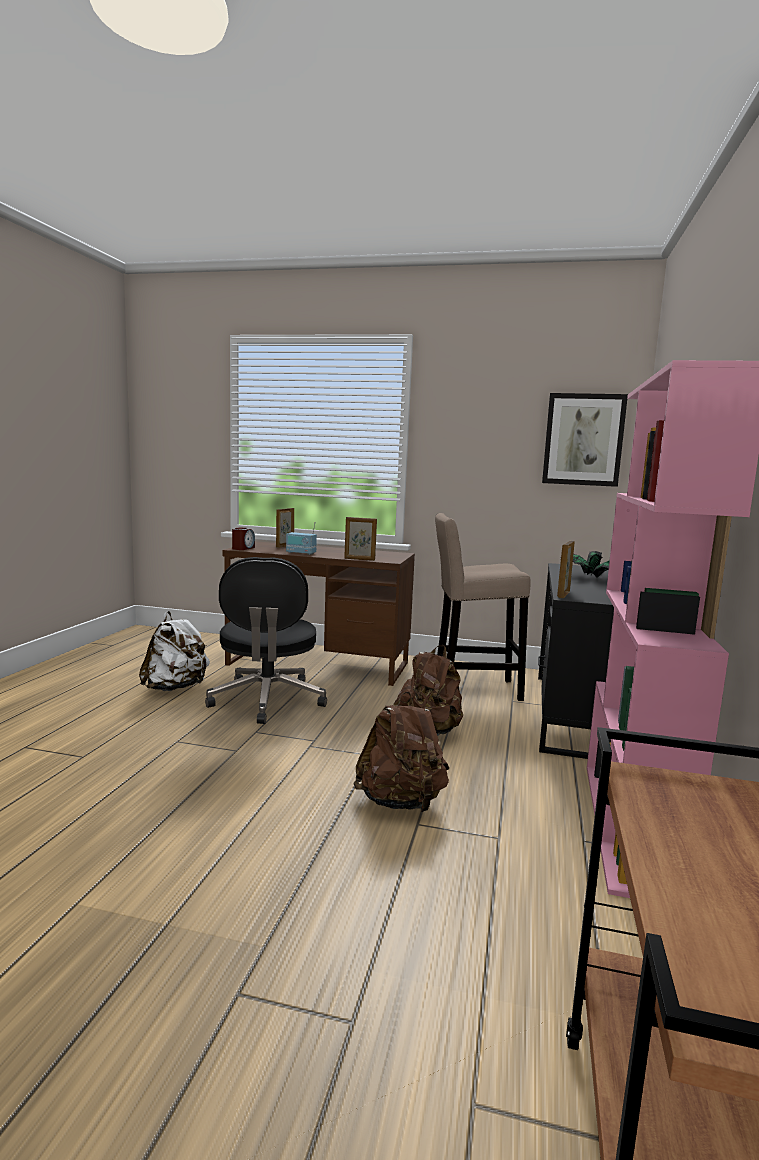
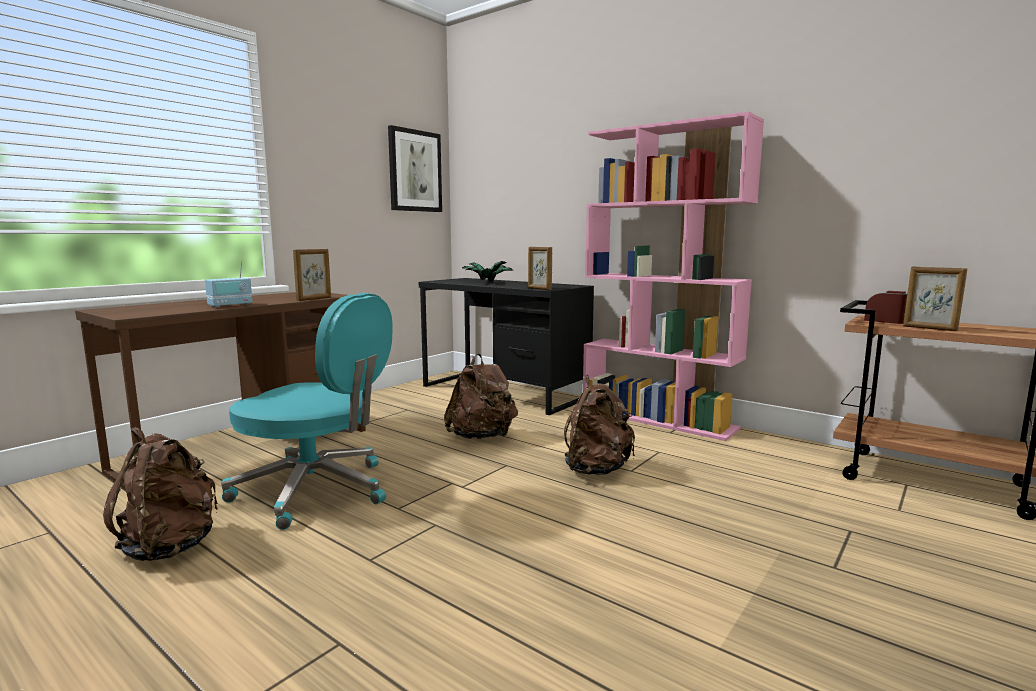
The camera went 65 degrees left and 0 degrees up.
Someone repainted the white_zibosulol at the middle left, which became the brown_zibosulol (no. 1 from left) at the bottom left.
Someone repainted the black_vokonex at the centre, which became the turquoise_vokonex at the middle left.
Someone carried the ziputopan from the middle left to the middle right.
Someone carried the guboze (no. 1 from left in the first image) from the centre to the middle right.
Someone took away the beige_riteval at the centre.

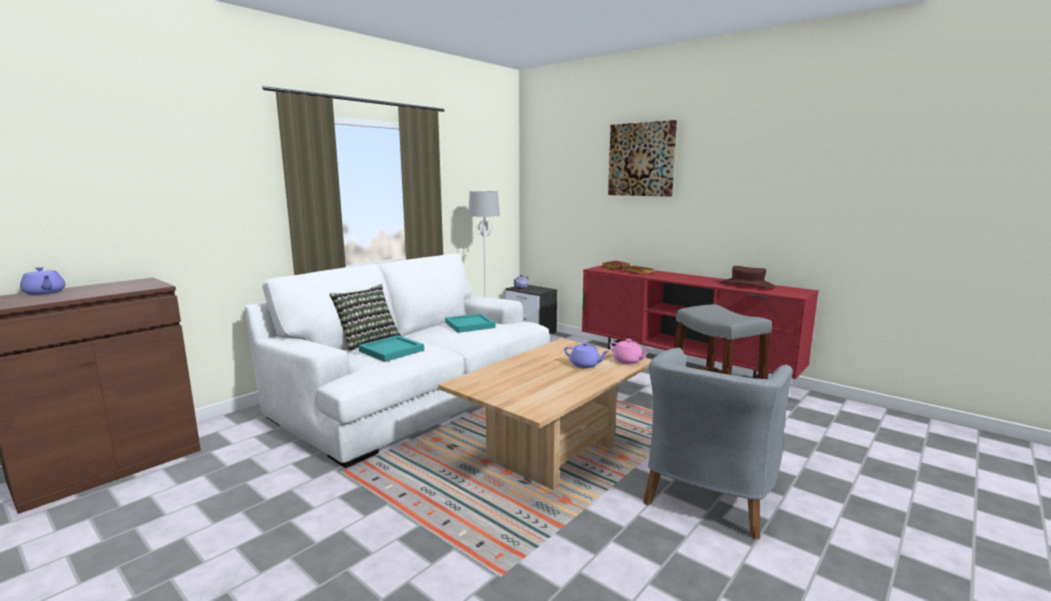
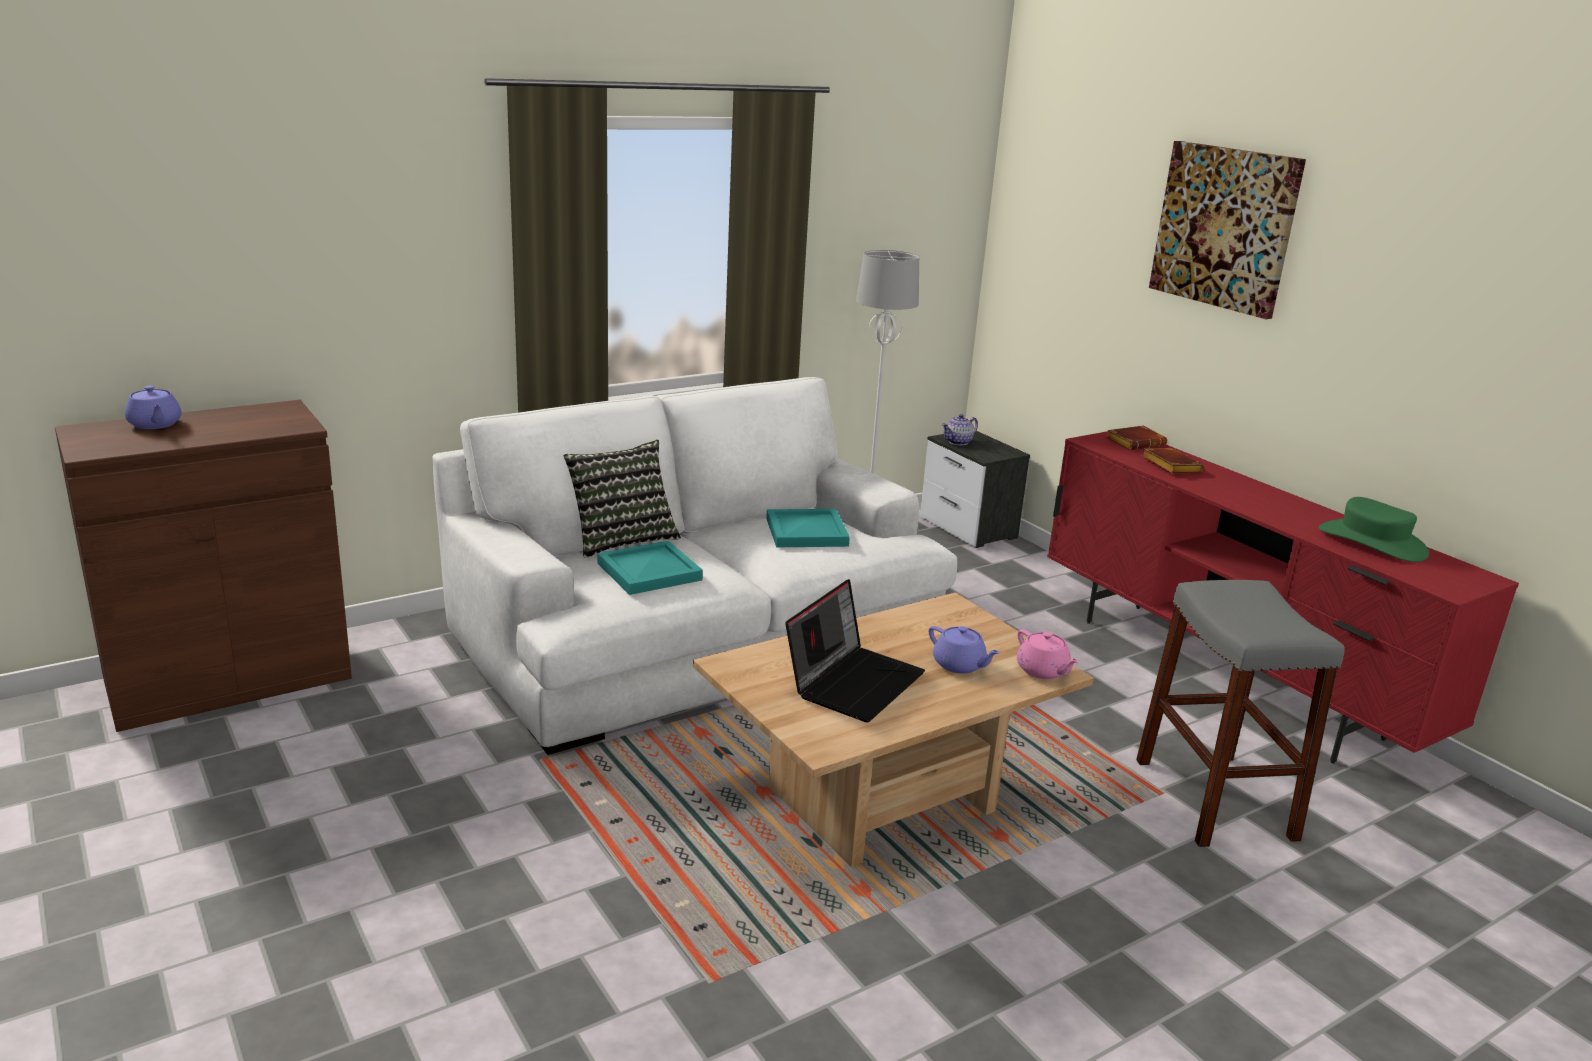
The camera went 15 degrees right and 10 degrees up.
Someone put down the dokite at the centre.
Someone repainted the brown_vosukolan at the middle right, which became the green_vosukolan at the middle right.
Someone took away the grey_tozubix at the bottom right.

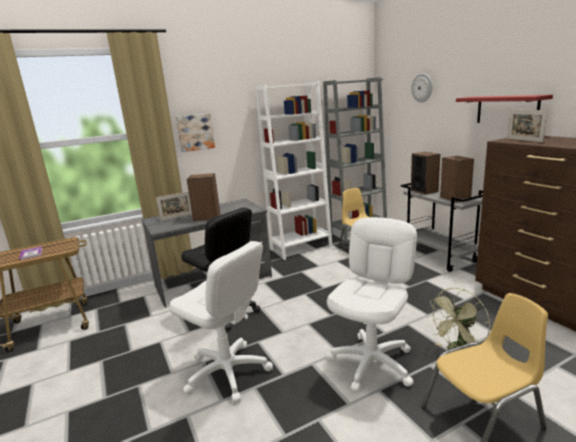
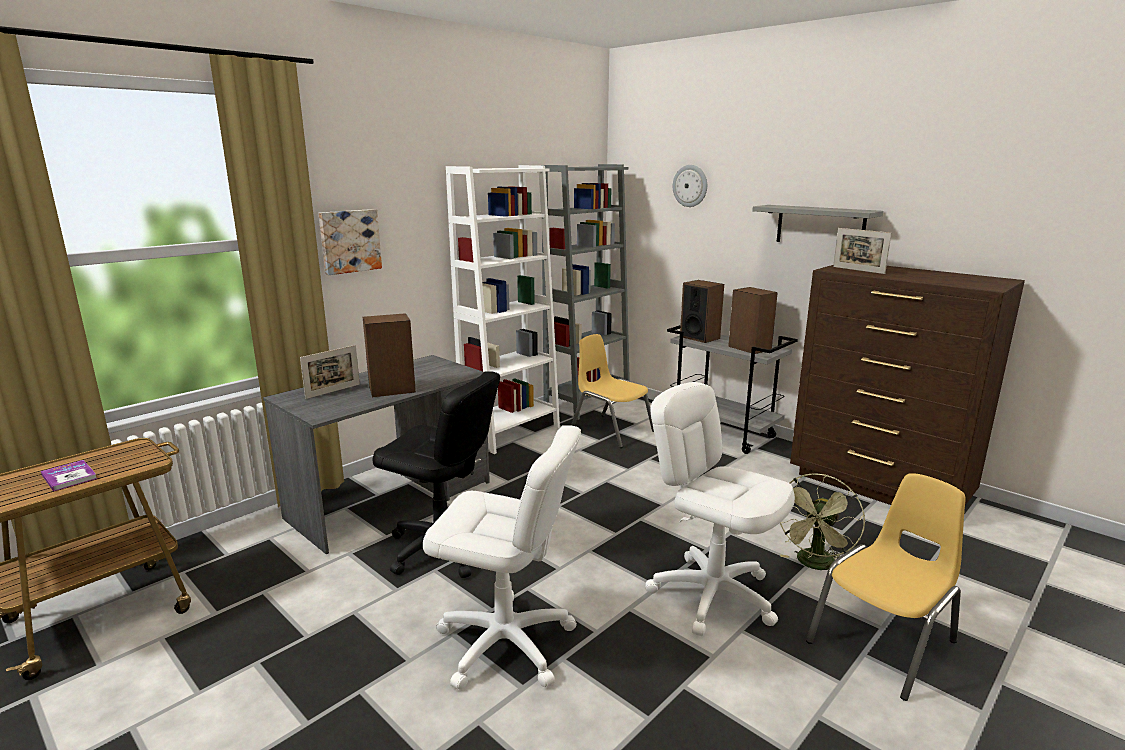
The camera went 20 degrees left and 0 degrees up.
Someone rotated the white_vokonex (no. 2 from left) at the bottom centre by 60 degrees counterclockwise.
Someone repainted the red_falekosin at the top right, which became the grey_falekosin at the top right.

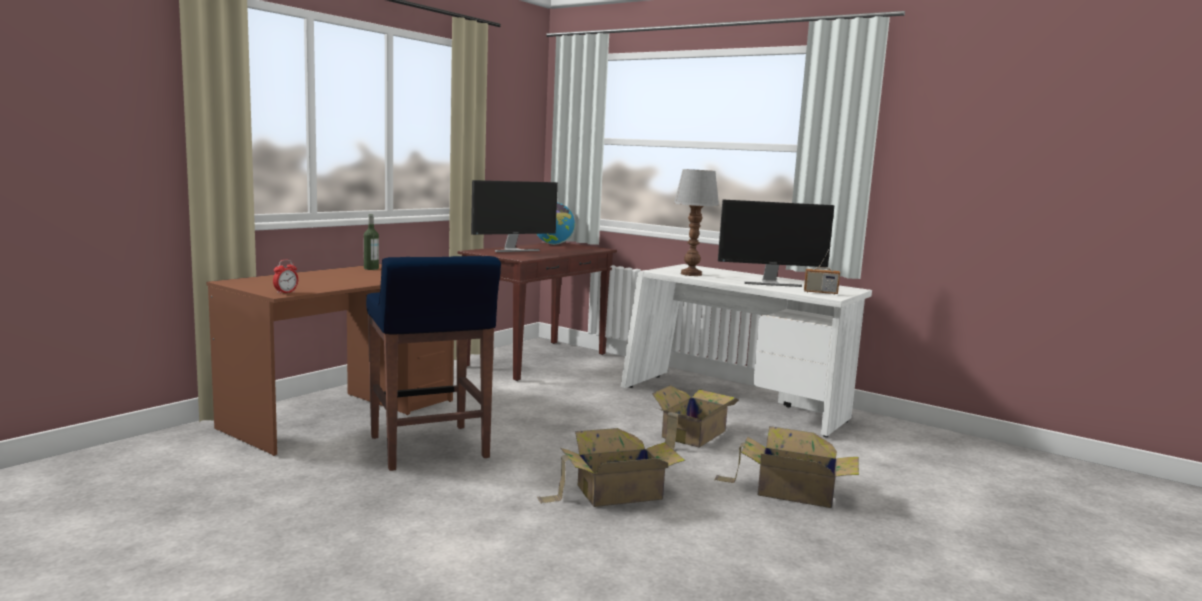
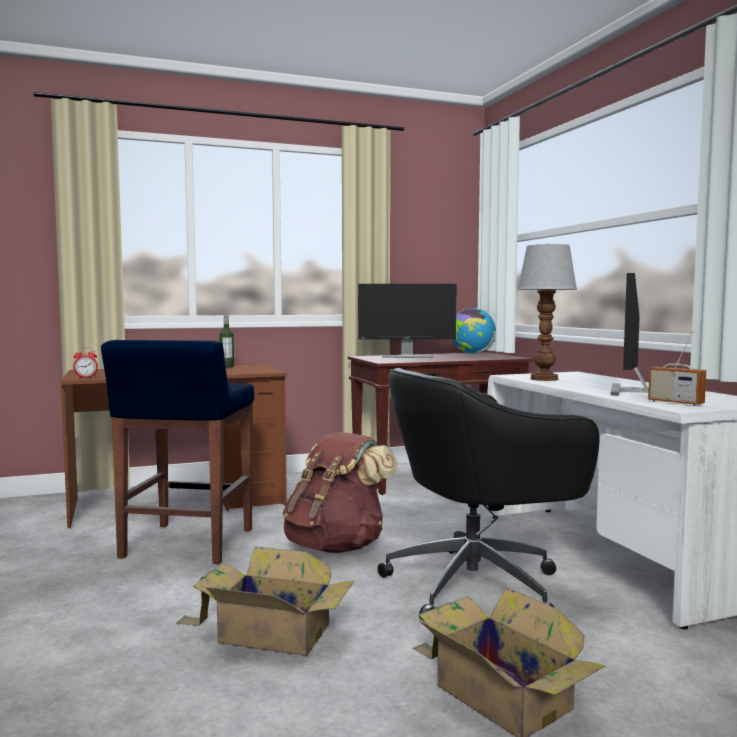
The camera went 35 degrees right and 5 degrees down.
Someone put down the brown_zibosulol at the bottom centre.
Someone swapped the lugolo (no. 2 from left) at the bottom centre for the black_vokonex at the bottom centre.
Someone rotated the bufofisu (no. 2 from left) at the centre by 75 degrees clockwise.

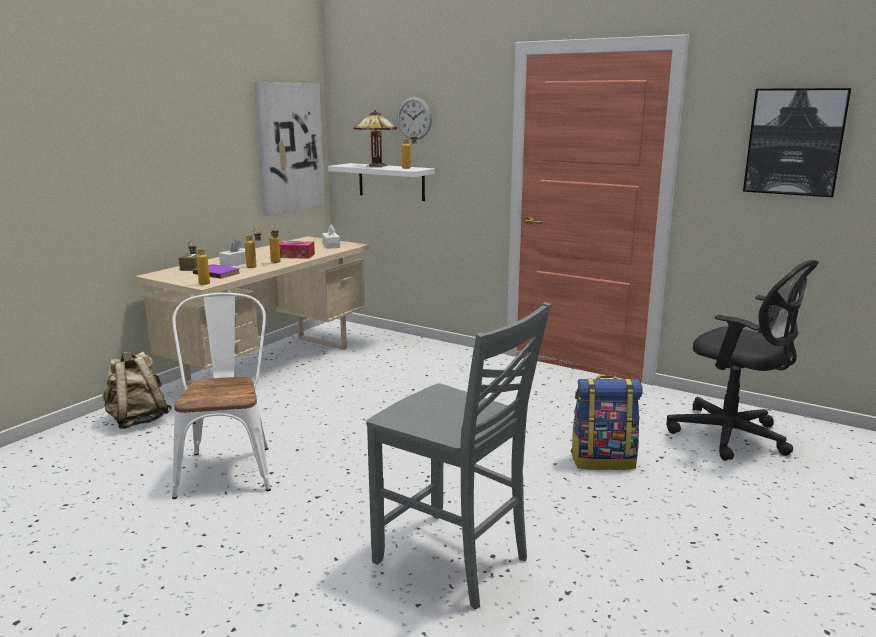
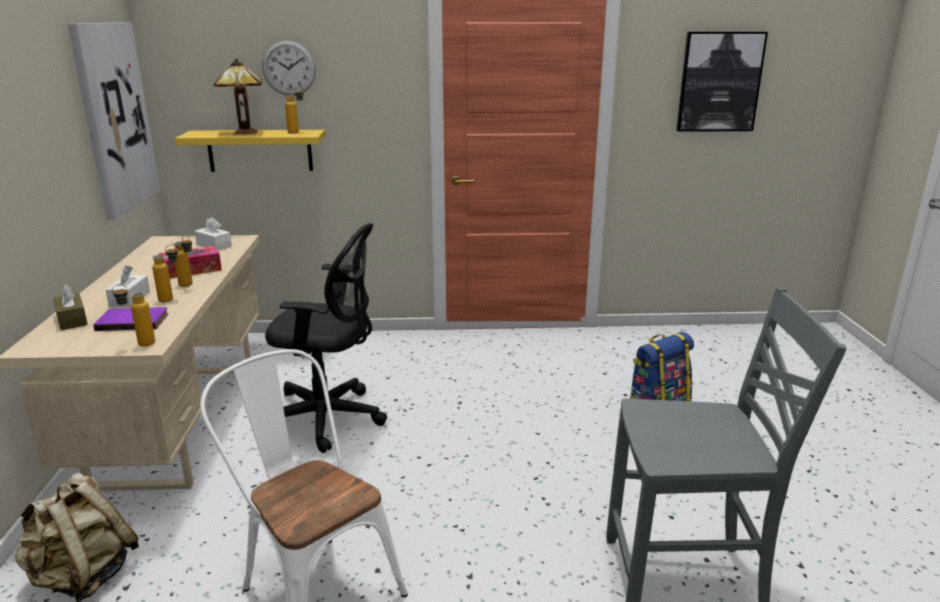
The camera went 35 degrees left and 5 degrees up.
Someone repainted the white_falekosin at the top centre, which became the yellow_falekosin at the top left.
Someone carried the black_vokonex from the middle right to the centre.

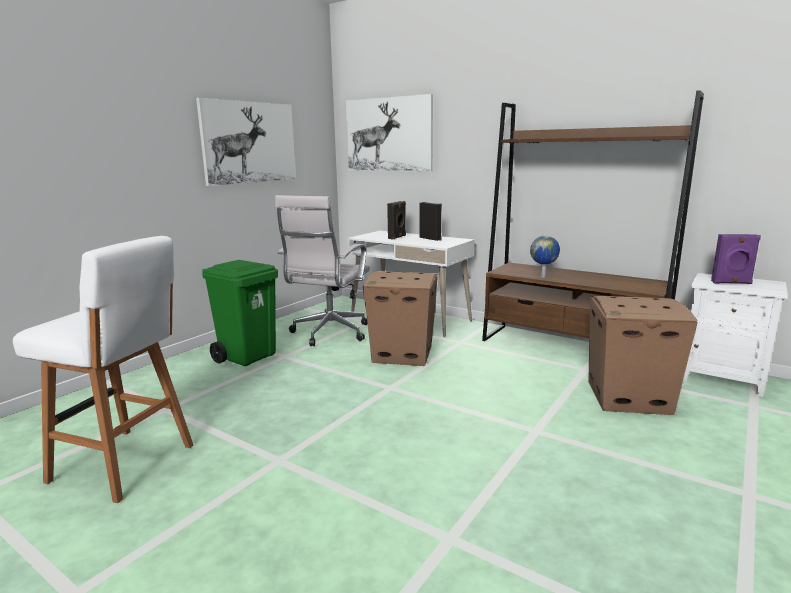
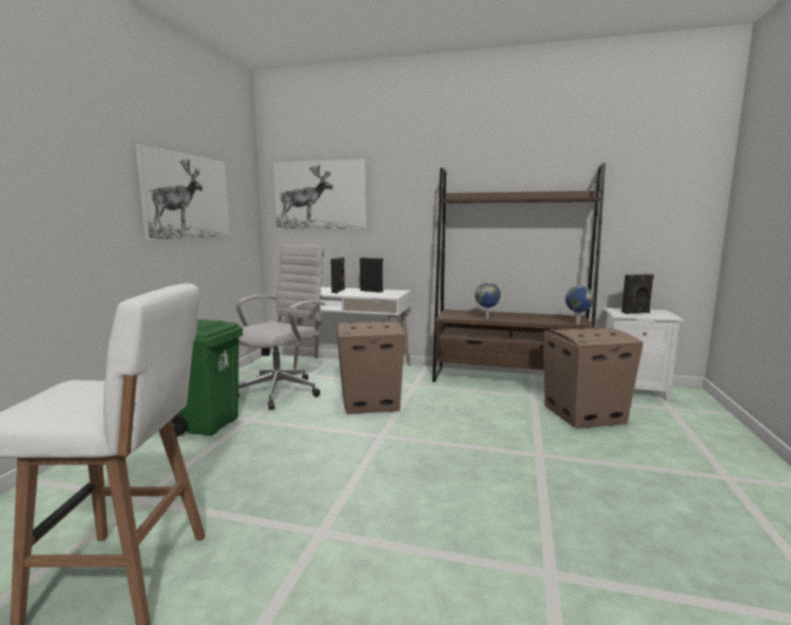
The camera went 20 degrees left and 5 degrees down.
Someone rotated the white_vokonex at the centre by 150 degrees counterclockwise.
Someone put down the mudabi (no. 2 from left) at the middle right.
Someone repainted the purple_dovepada at the middle right, which became the black_dovepada (no. 3 from left) at the middle right.

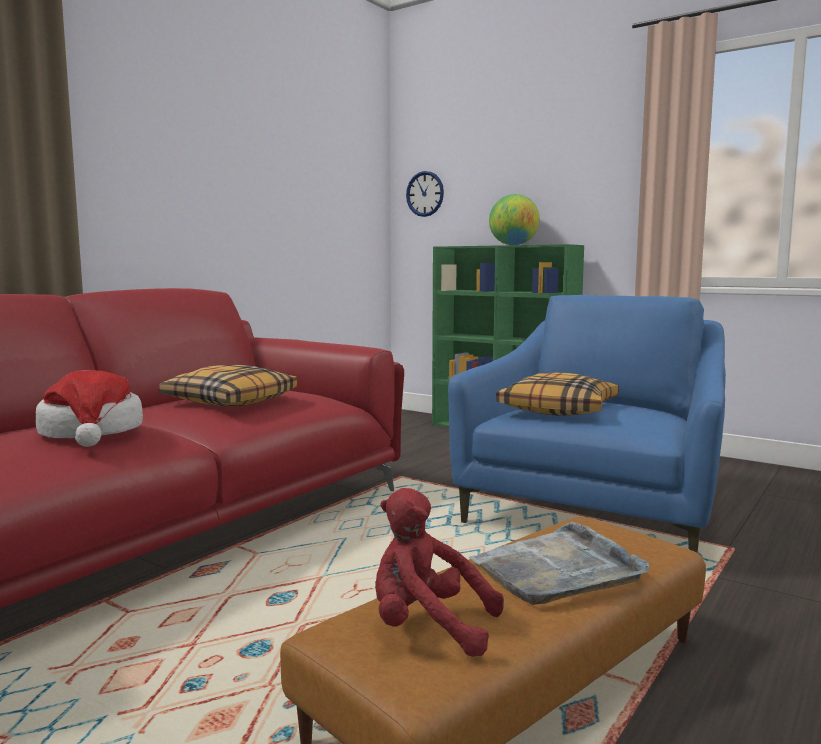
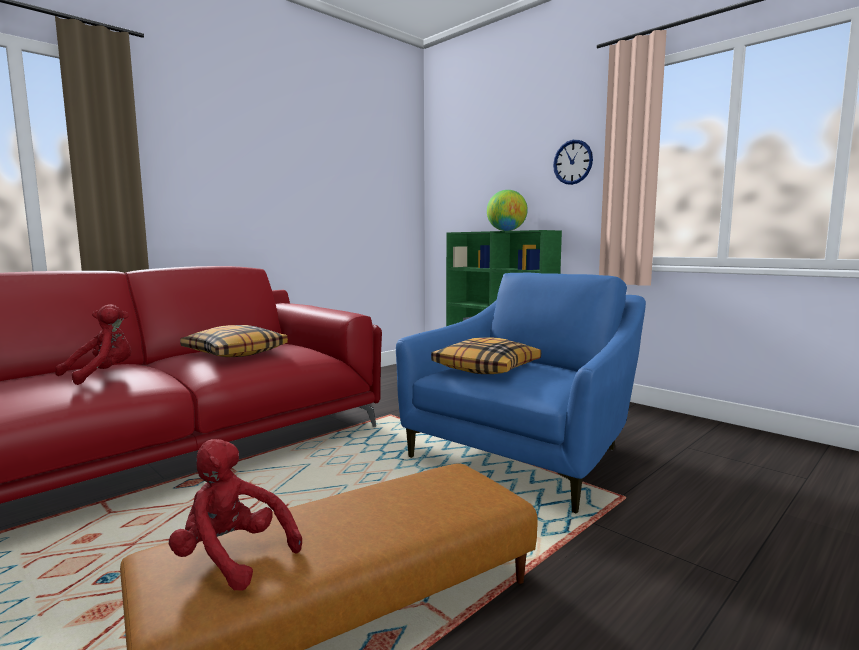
The camera went 10 degrees right and 0 degrees up.
Someone swapped the vosukolan at the middle left for the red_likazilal (no. 1 from left) at the middle left.
Someone carried the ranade from the top centre to the top right.
Someone took away the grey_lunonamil at the bottom right.

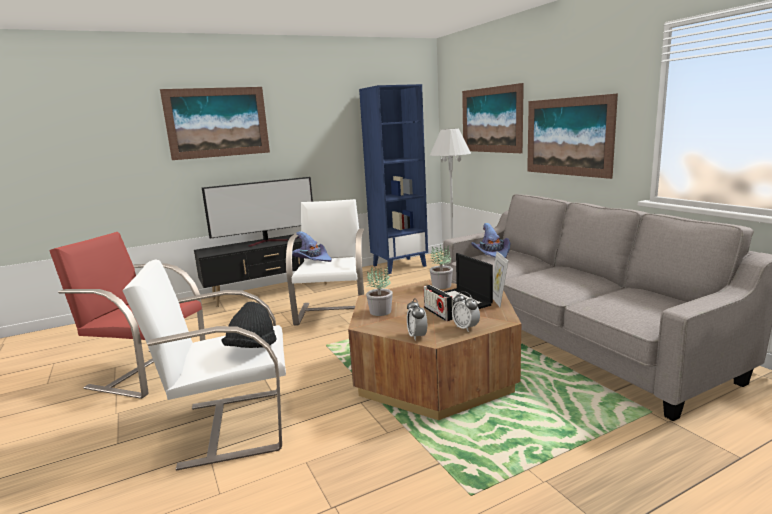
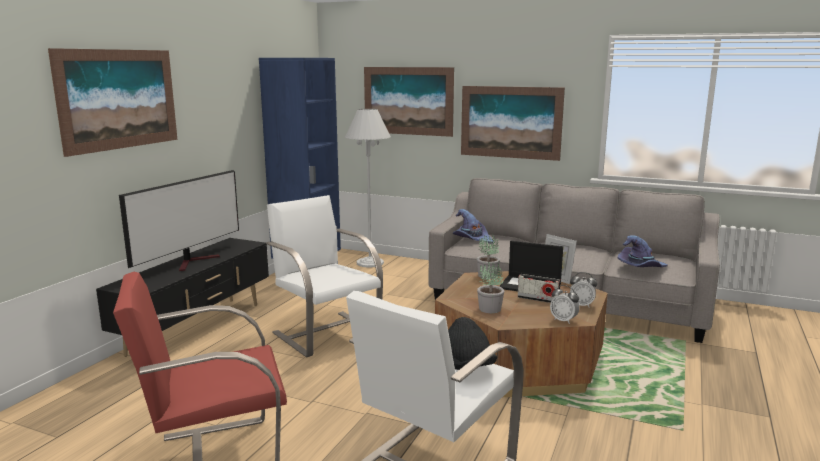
The camera went 40 degrees left and 0 degrees up.
Someone carried the purple_vosukolan (no. 1 from left in the first image) from the centre to the middle right.

